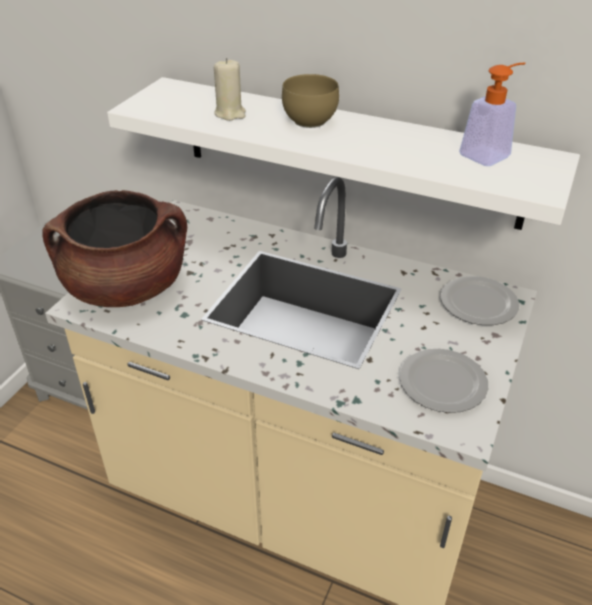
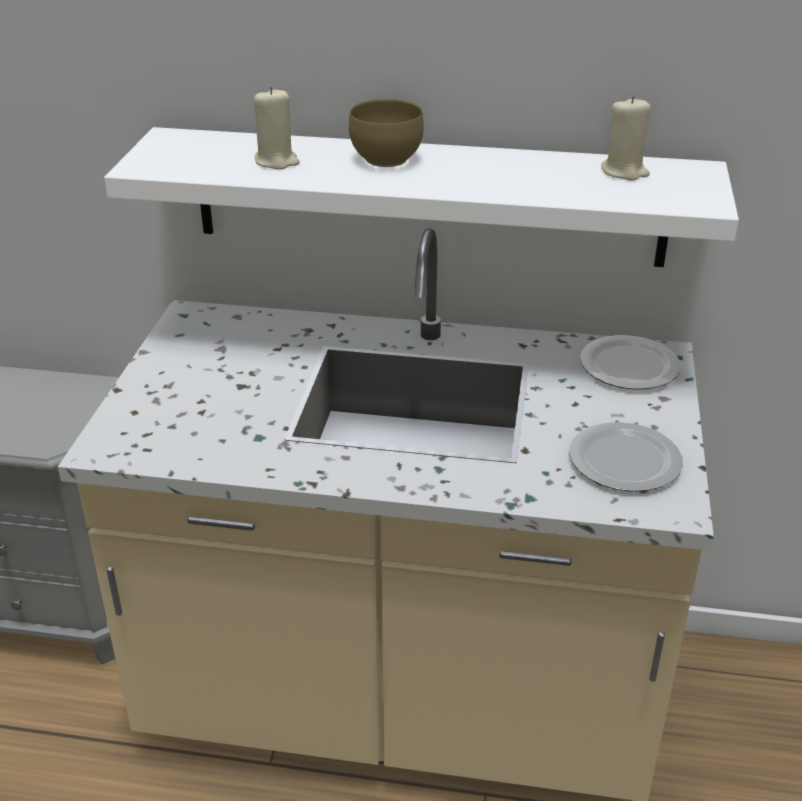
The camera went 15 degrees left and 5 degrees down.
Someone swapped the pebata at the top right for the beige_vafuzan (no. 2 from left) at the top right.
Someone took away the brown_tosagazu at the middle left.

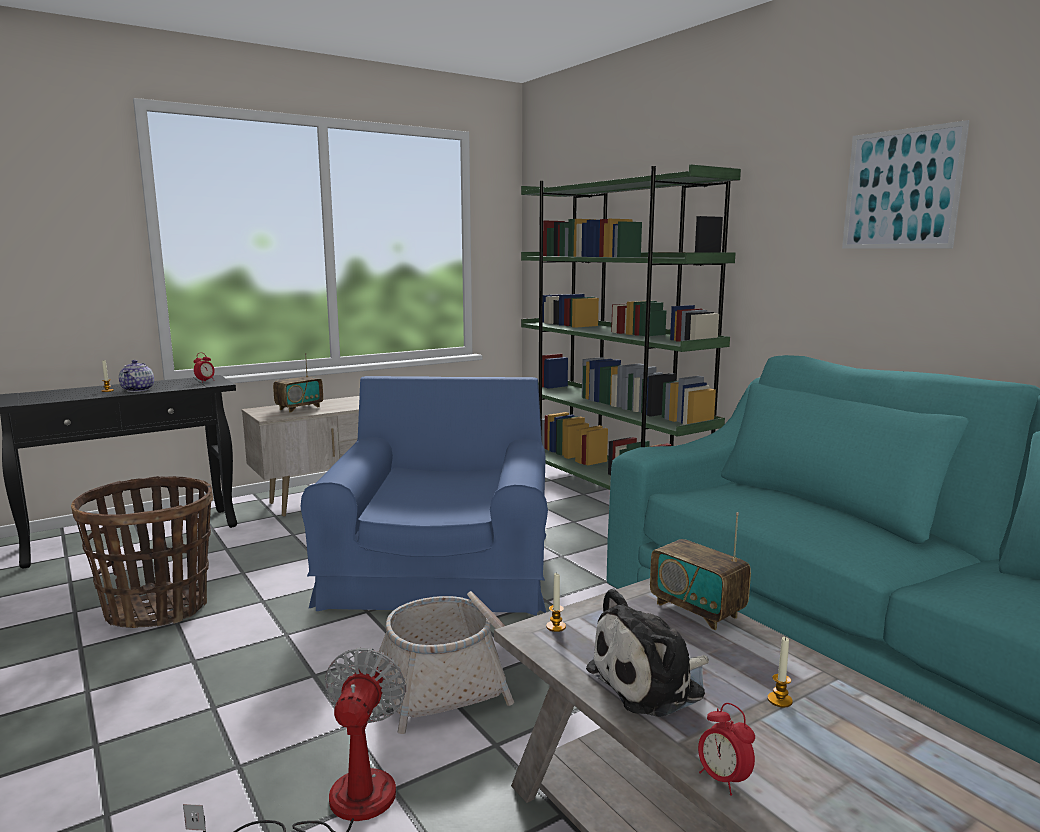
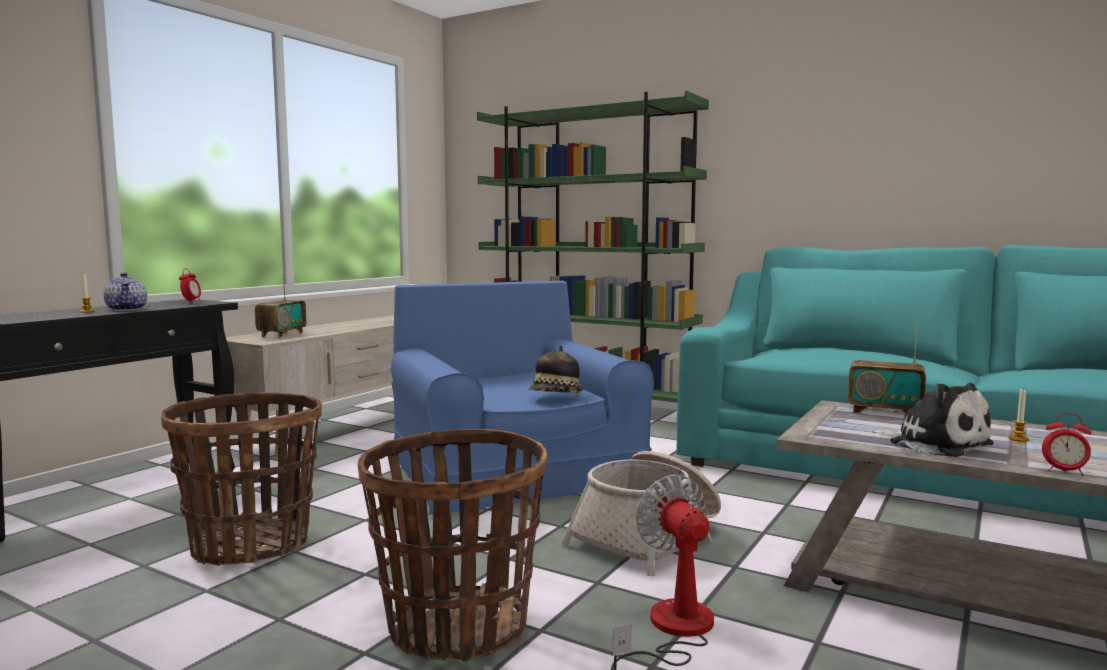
The camera went 25 degrees left and 5 degrees down.
Someone put down the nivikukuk (no. 2 from left) at the bottom centre.
Someone put down the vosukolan at the centre.
Someone rotated the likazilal at the bottom centre by 75 degrees counterclockwise.
Someone took away the vafuzan (no. 2 from left) at the bottom centre.
Someone took away the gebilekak at the top right.

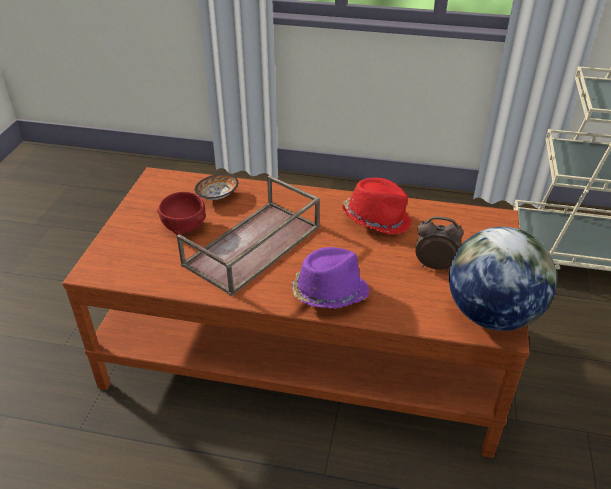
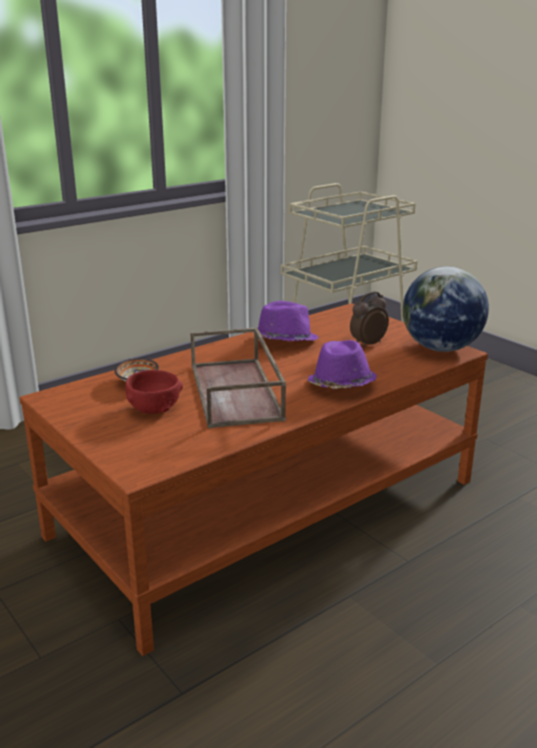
The camera went 50 degrees left and 15 degrees down.
Someone repainted the red_vosukolan at the centre, which became the purple_vosukolan (no. 1 from left) at the centre.

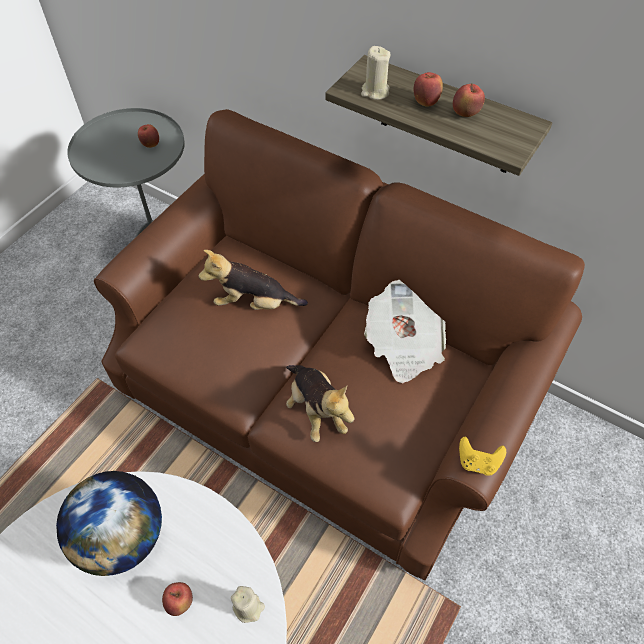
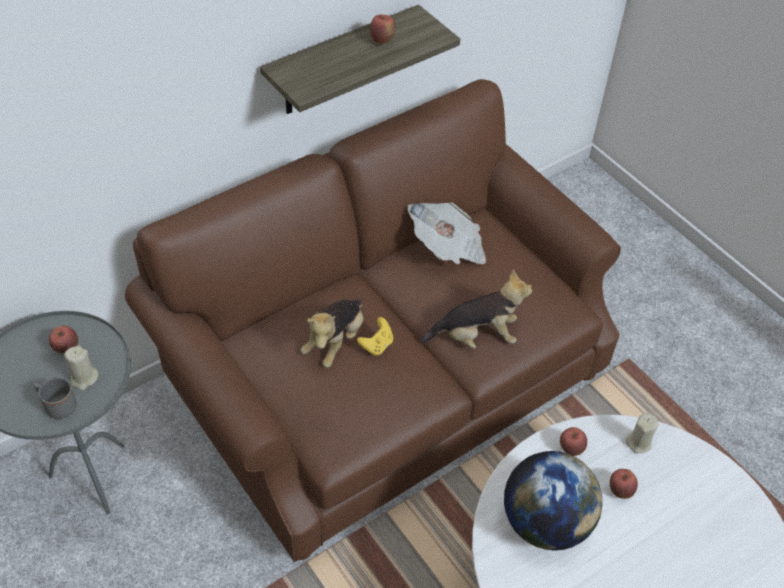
The camera went 70 degrees left and 5 degrees down.
Someone put down the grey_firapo at the bottom left.
Someone carried the beige_vafuzan (no. 2 from left in the first image) from the top centre to the middle left.
Someone carried the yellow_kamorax from the bottom right to the centre.
Someone carried the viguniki (no. 3 from left) from the top centre to the bottom right.

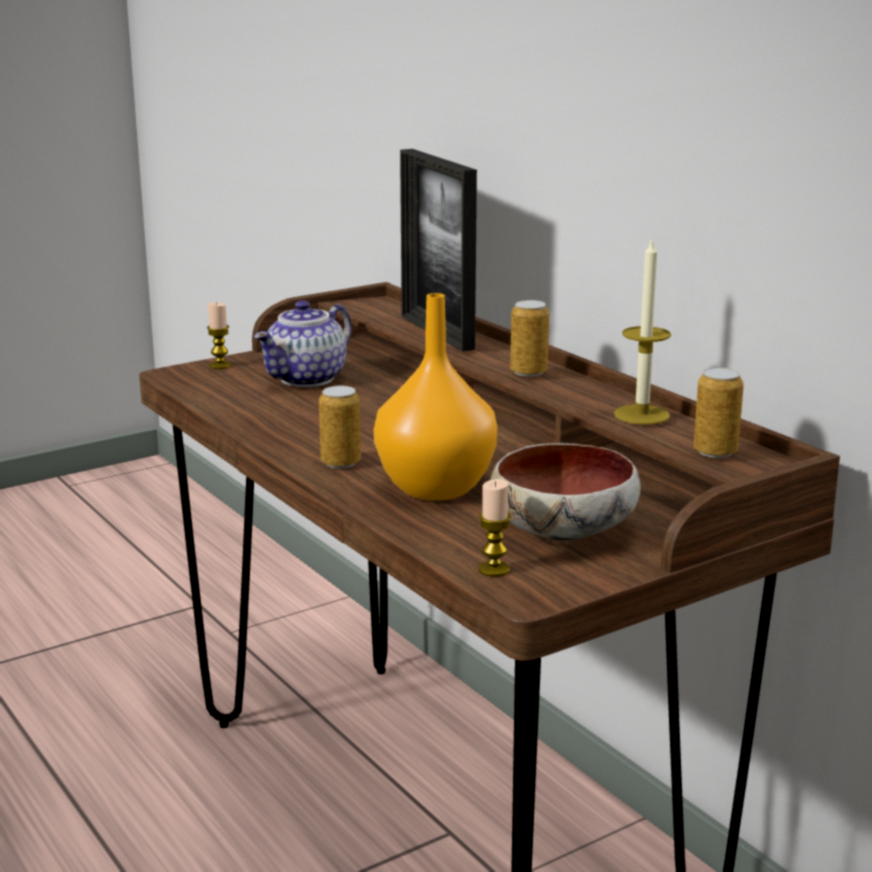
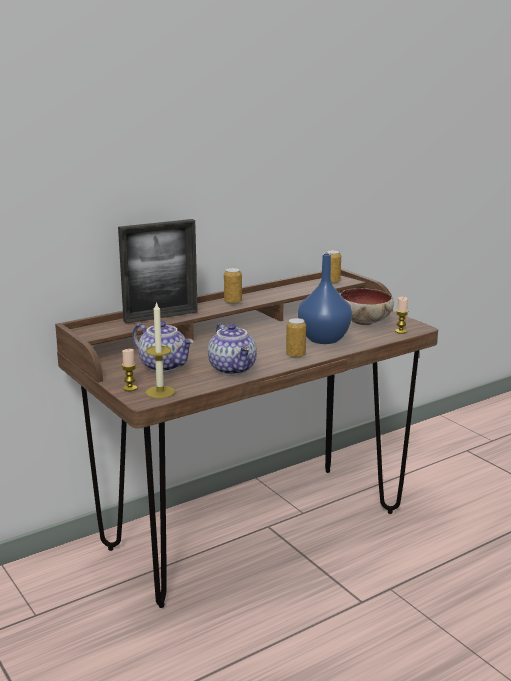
The camera went 90 degrees left and 0 degrees up.
Someone carried the vafuzan (no. 3 from left in the first image) from the middle right to the middle left.
Someone put down the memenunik (no. 2 from left) at the centre.
Someone repainted the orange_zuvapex at the centre, which became the blue_zuvapex at the centre.

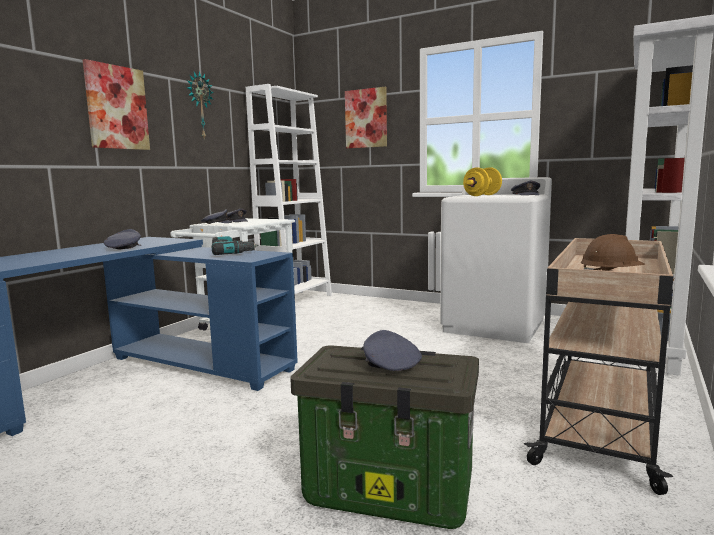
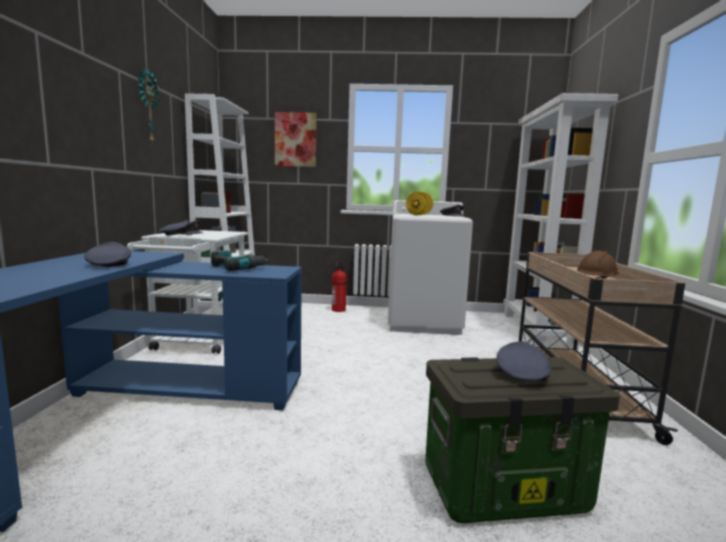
The camera went 25 degrees left and 0 degrees up.
Someone put down the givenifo at the centre.
Someone rotated the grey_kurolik (no. 4 from left in the first image) at the centre by 60 degrees clockwise.
Someone took away the gebilekak (no. 1 from left) at the top left.

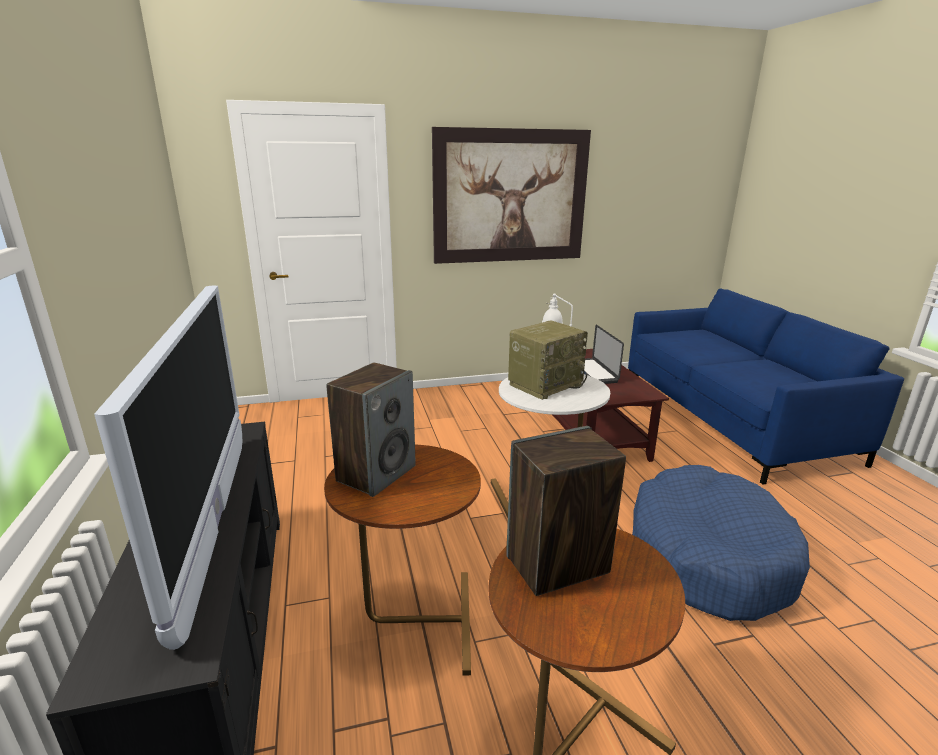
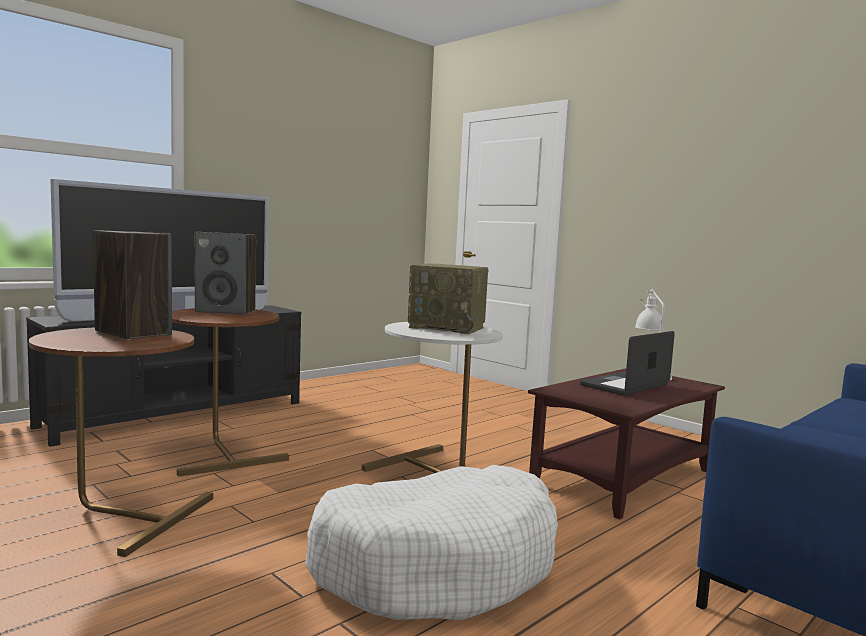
The camera went 60 degrees right and 15 degrees down.
Someone repainted the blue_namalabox at the bottom right, which became the white_namalabox at the bottom centre.
Someone took away the gebilekak at the top centre.

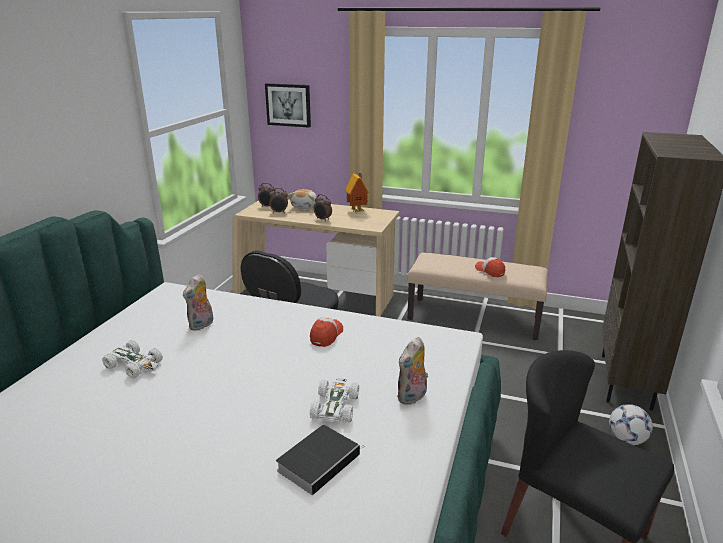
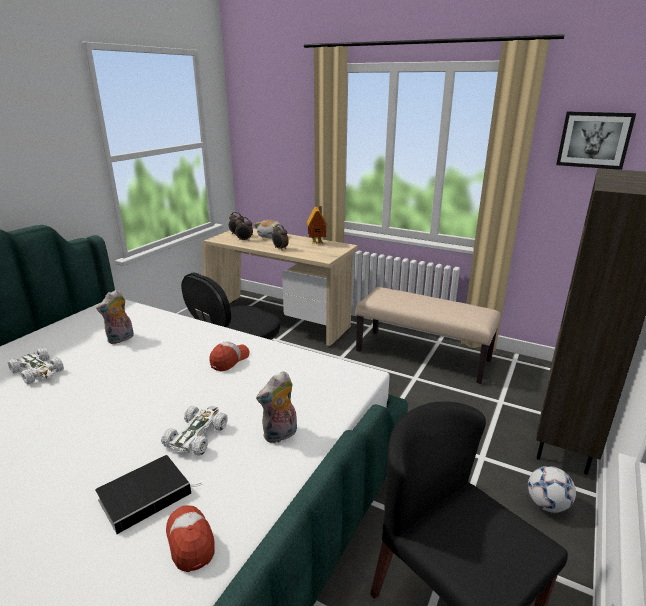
The camera went 10 degrees right and 0 degrees up.
Someone carried the kurolik (no. 2 from left in the first image) from the middle right to the bottom left.
Someone carried the gebilekak from the top centre to the top right.

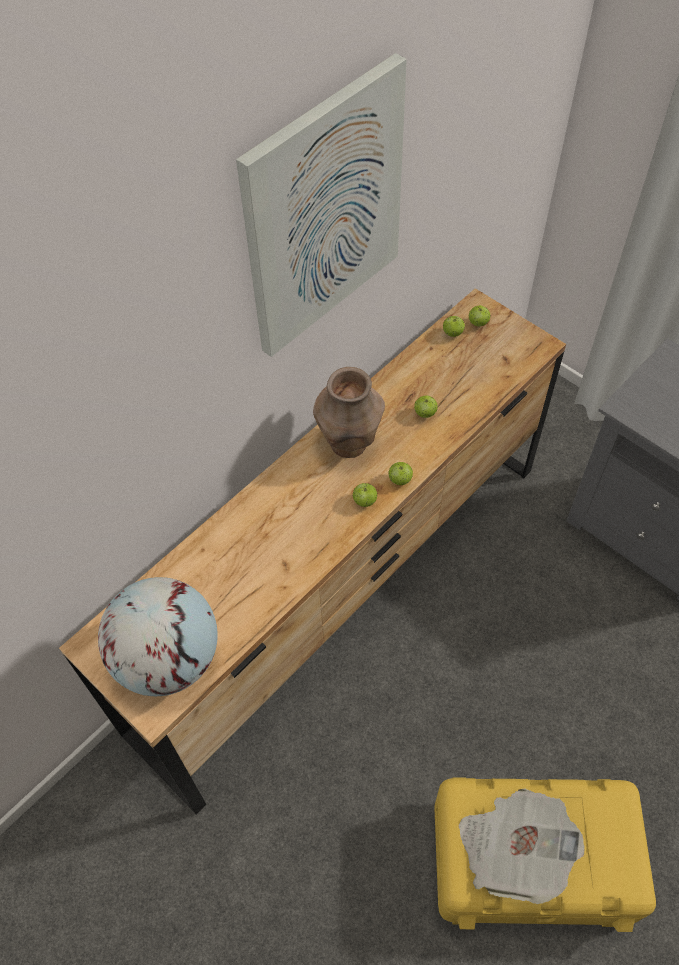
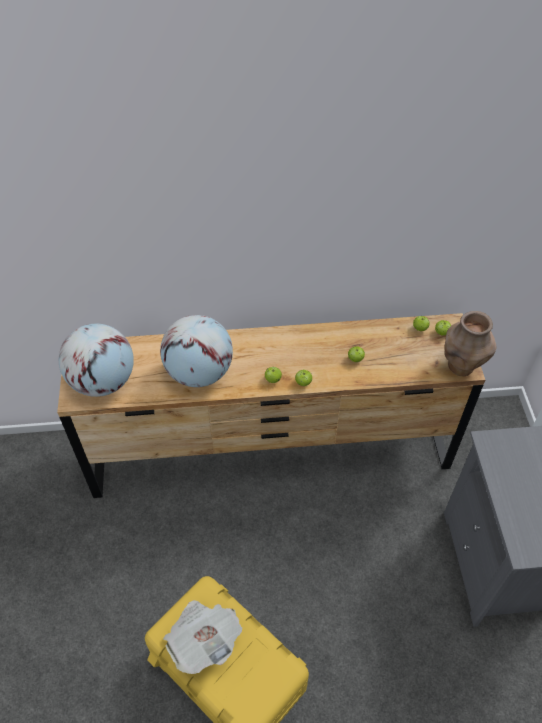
The camera went 40 degrees right and 5 degrees down.
Someone put down the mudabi (no. 2 from left) at the centre.
Someone carried the brown_zuvapex from the centre to the middle right.
Someone took away the gebilekak at the top centre.

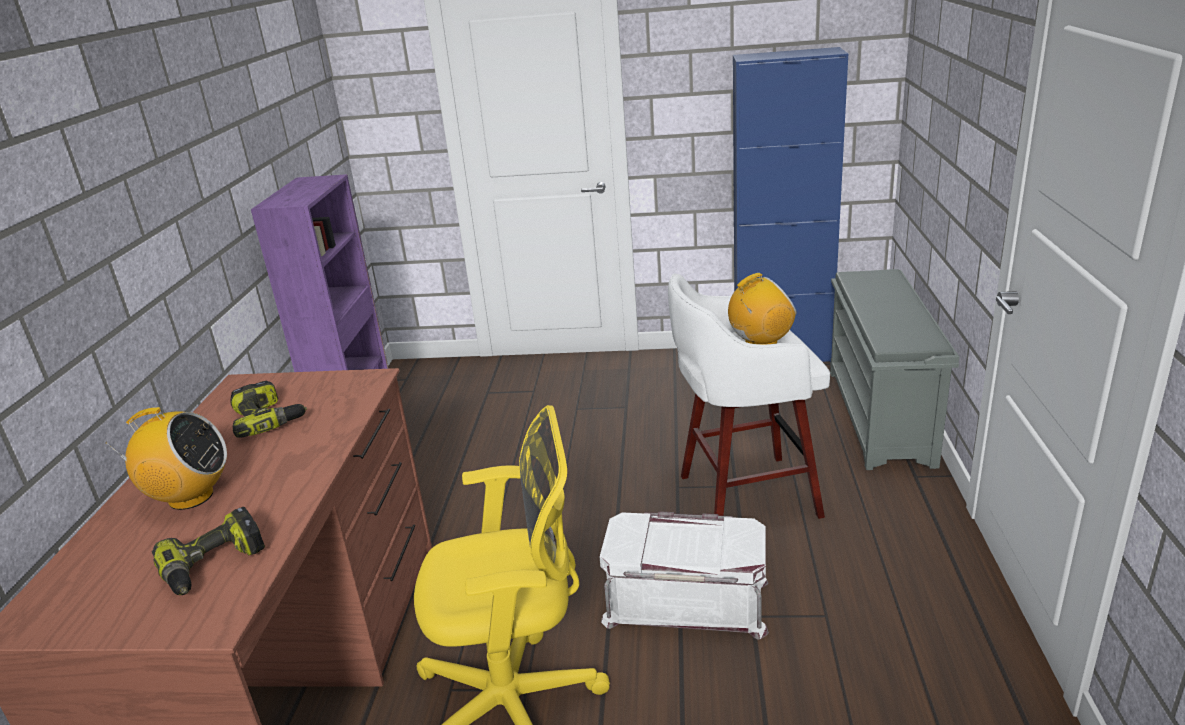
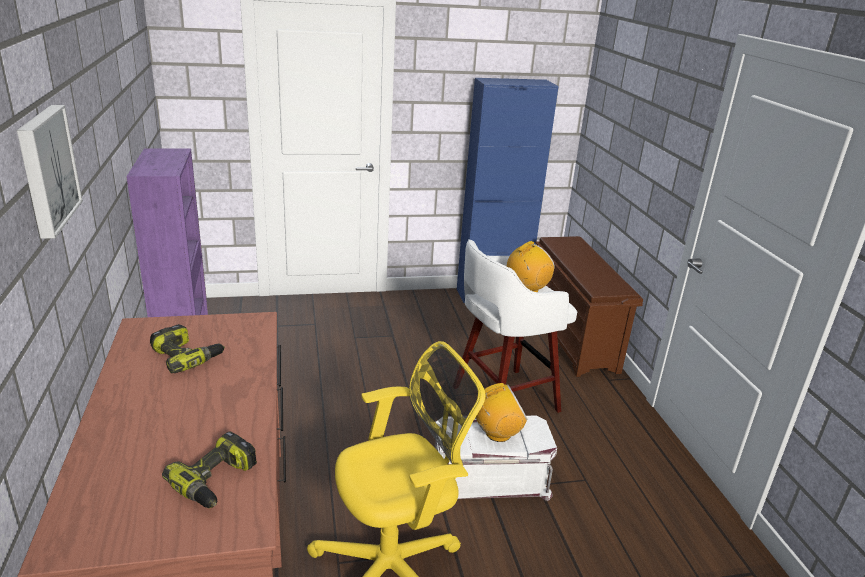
The camera went 20 degrees left and 0 degrees up.
Someone put up the gebilekak at the top left.
Someone carried the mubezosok (no. 1 from left) from the middle left to the bottom centre.
Someone repainted the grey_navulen at the middle right, which became the brown_navulen at the middle right.

